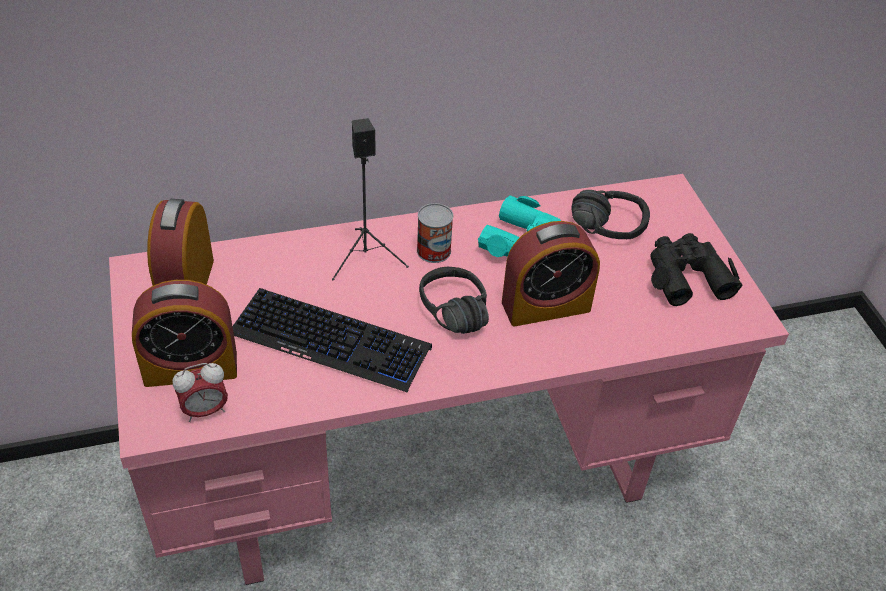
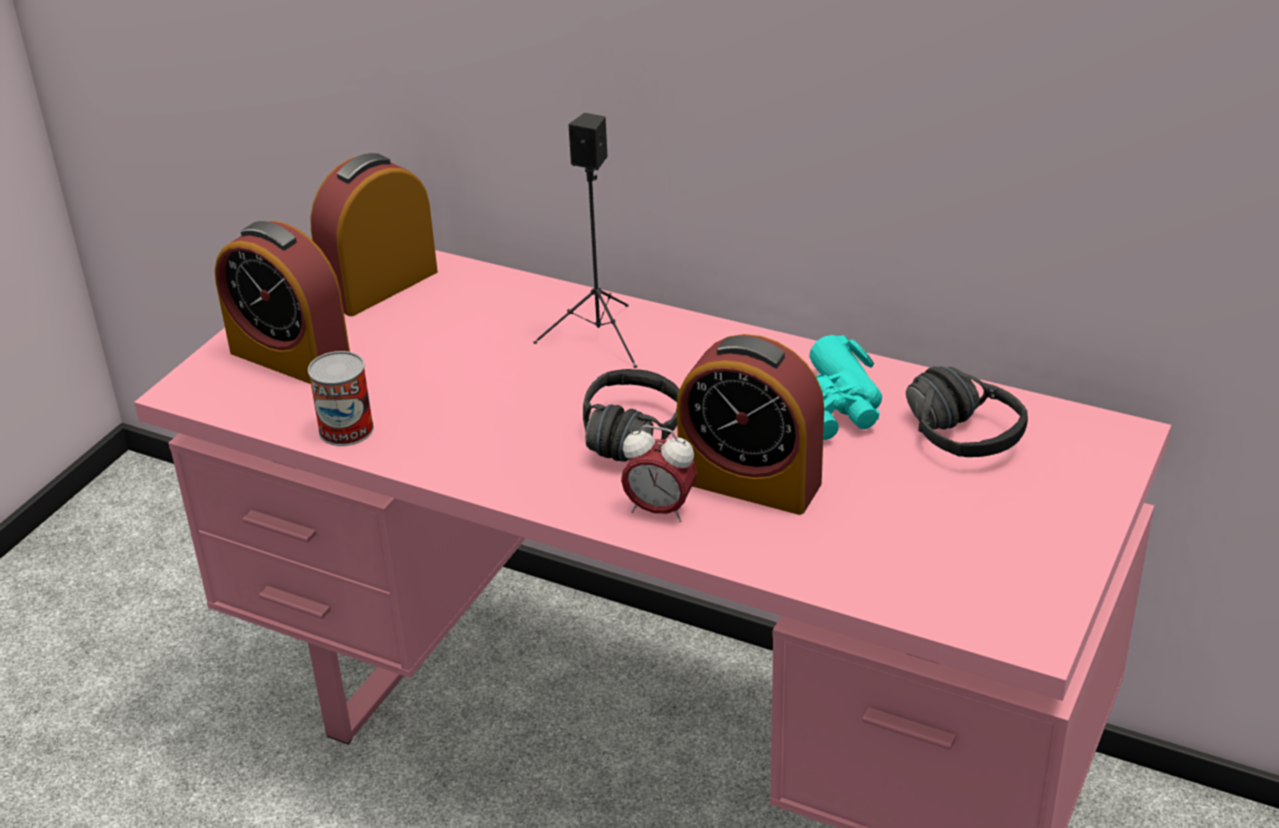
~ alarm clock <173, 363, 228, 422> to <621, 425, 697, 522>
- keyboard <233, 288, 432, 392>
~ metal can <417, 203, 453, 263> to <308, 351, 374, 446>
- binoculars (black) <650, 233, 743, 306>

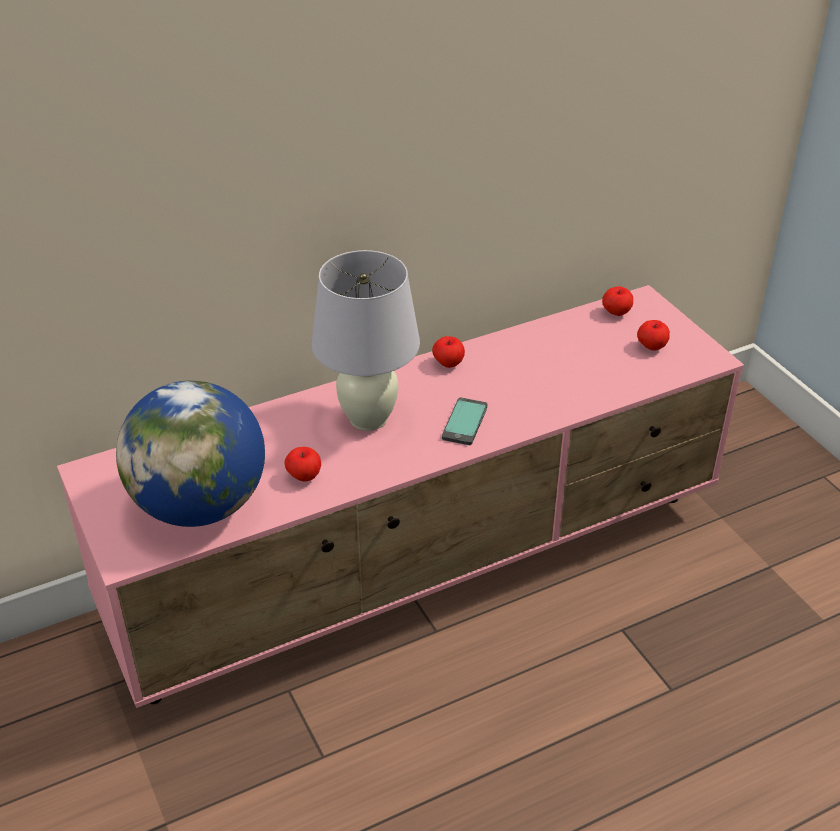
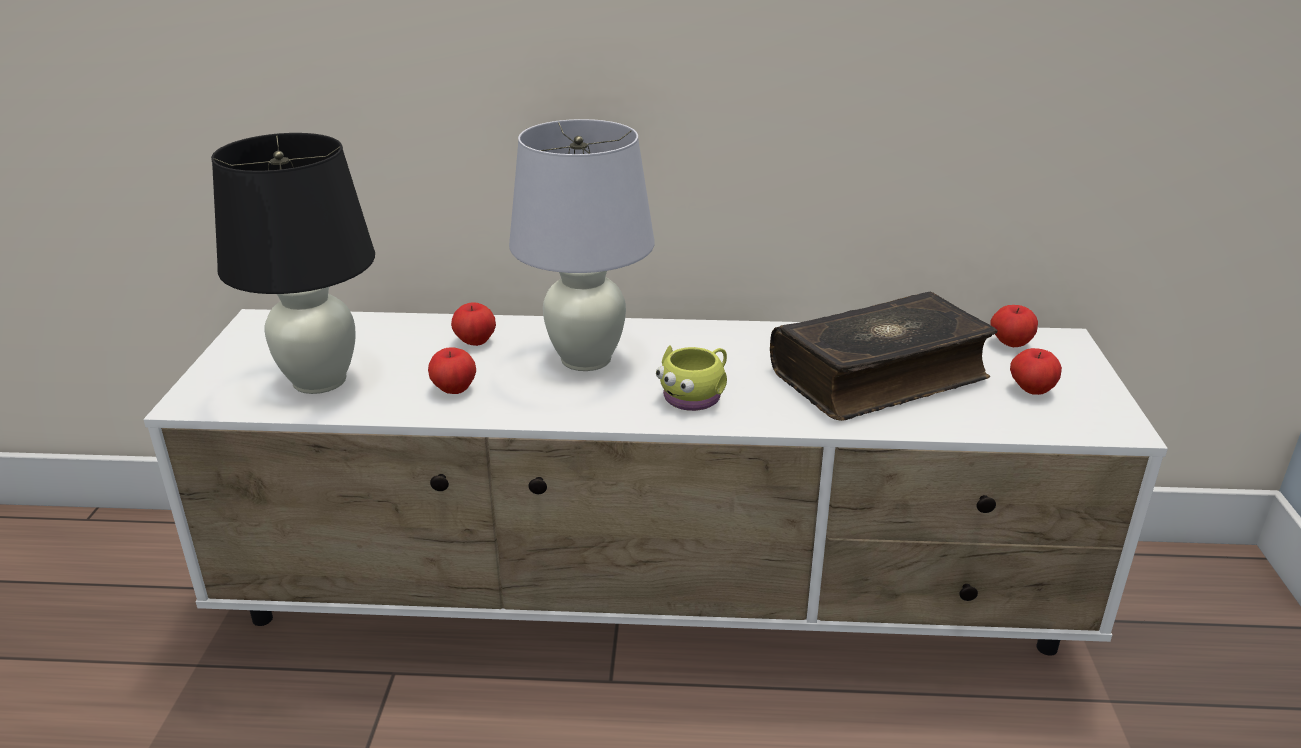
~ media console (pinkish) <57, 285, 744, 708> to media console (white) <143, 309, 1168, 656>
~ desk globe <116, 380, 265, 527> to lamp for a table (black) <211, 133, 375, 394>
~ whole apple <432, 336, 465, 368> to <451, 302, 496, 346>
~ phone <442, 397, 487, 445> to coffee mug (yellow-coloured) <656, 345, 727, 411>
+ bound book <770, 292, 997, 421>

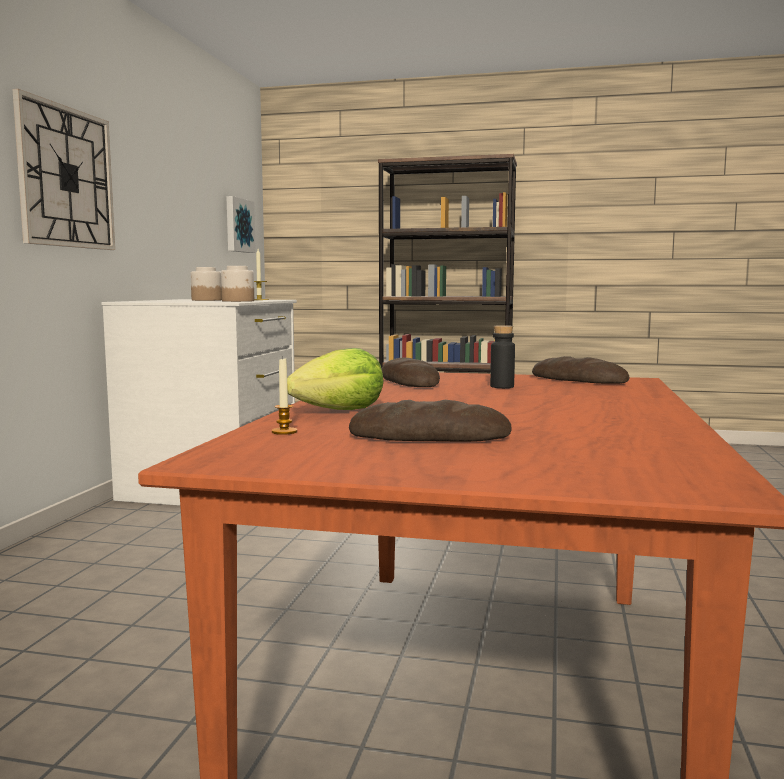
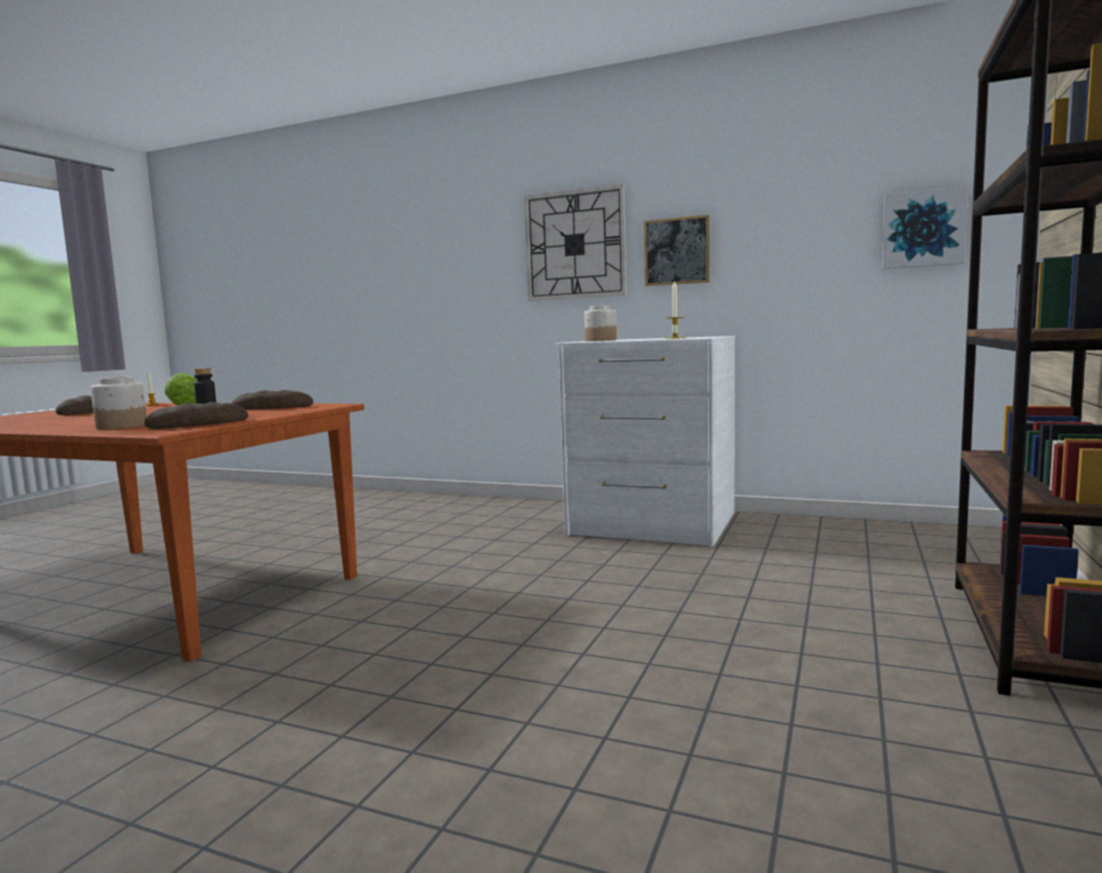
~ preserve jar <191, 267, 222, 301> to <90, 377, 147, 430>
+ picture <644, 215, 710, 286>

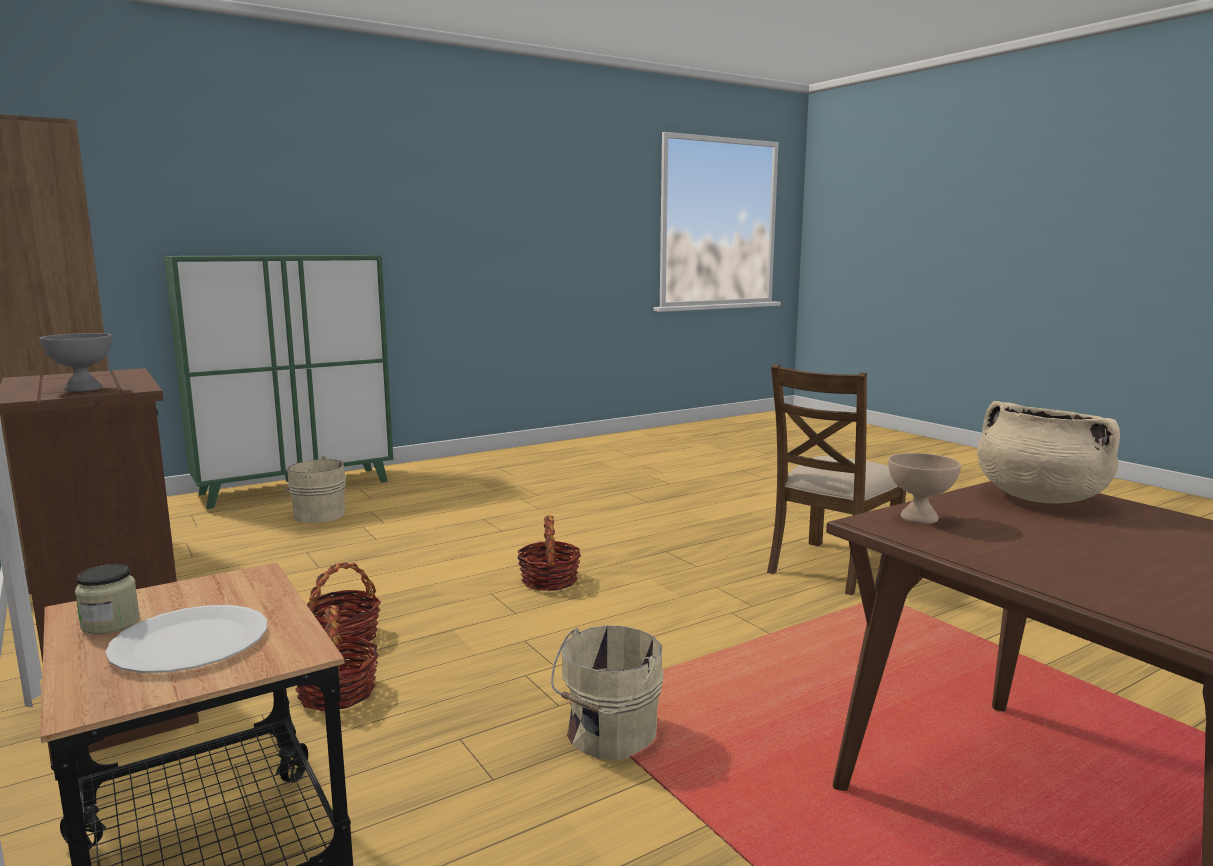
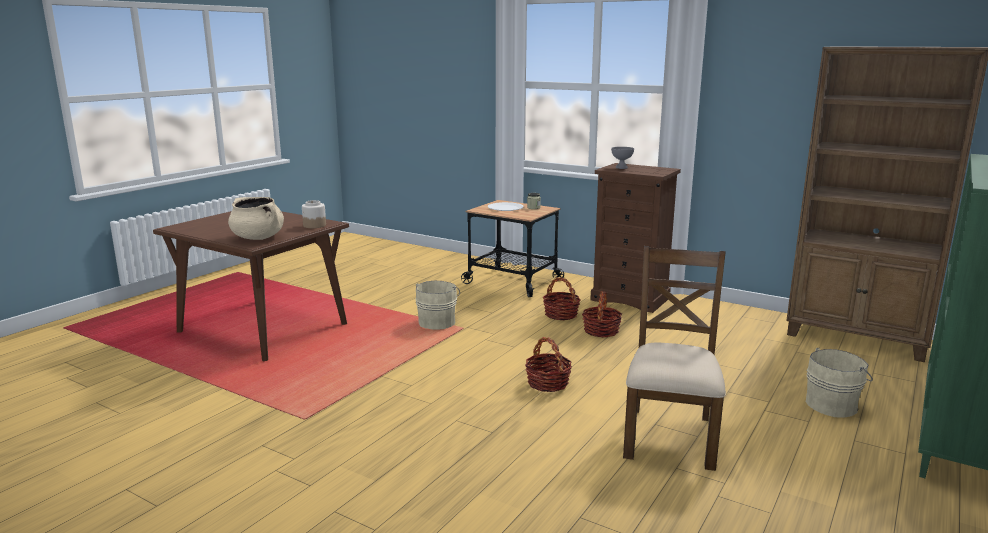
~ upright chair (brown) <767, 364, 906, 595> to <623, 246, 726, 471>
~ serving bowl (sand-coloured) <888, 453, 961, 524> to preserve jar <302, 200, 326, 228>

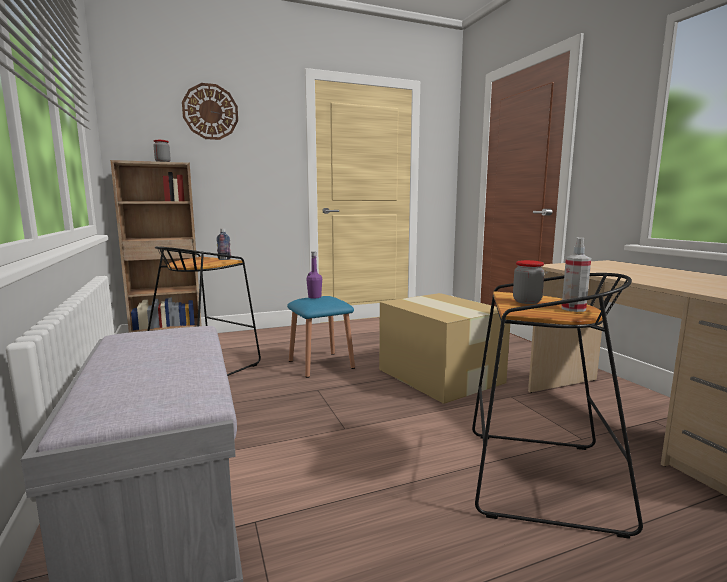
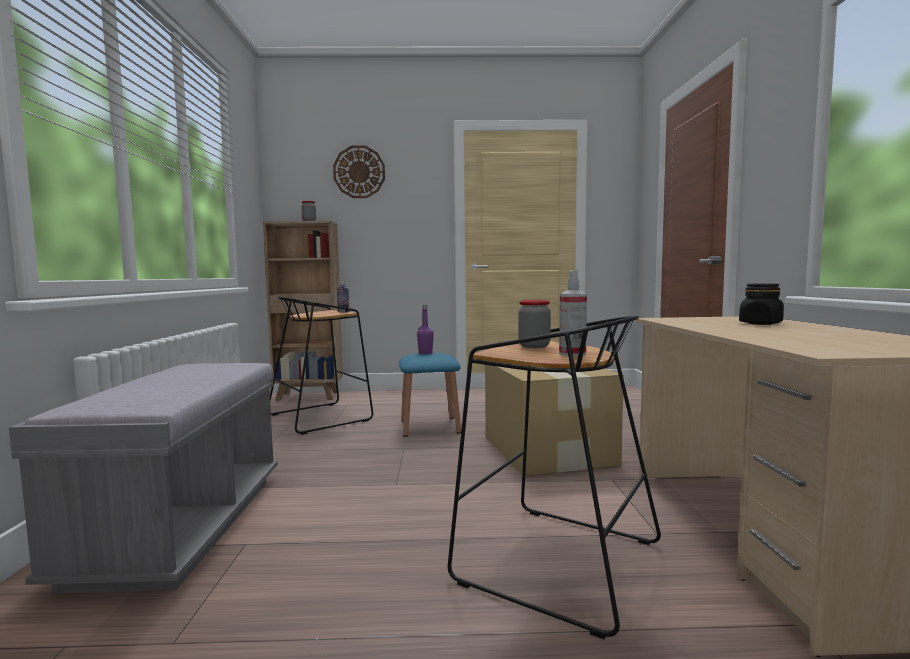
+ preserve jar (black) <739, 283, 784, 325>

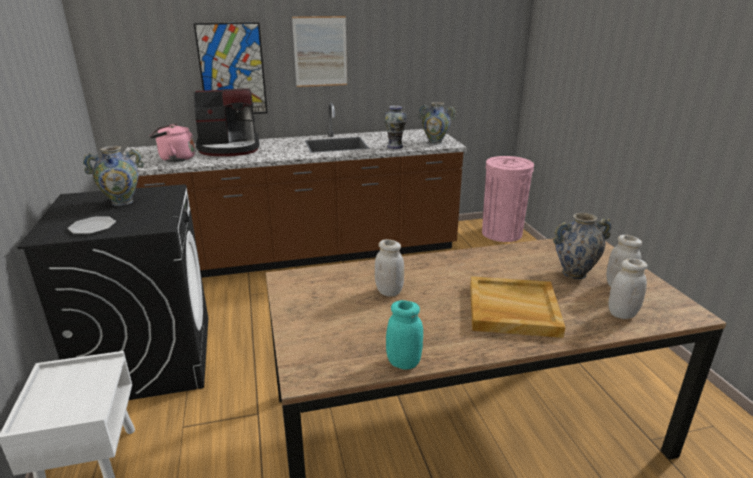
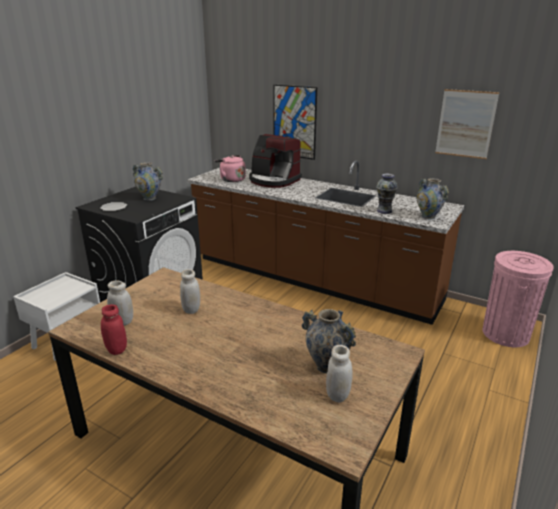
~ picture <292, 16, 347, 87> to <435, 89, 499, 159>
~ preserve jar (blue-green) <386, 300, 423, 369> to preserve jar (red-coloured) <101, 304, 127, 355>
- tray (sand-coloured) <470, 276, 566, 338>
~ preserve jar (white) <608, 259, 648, 319> to <107, 280, 133, 325>

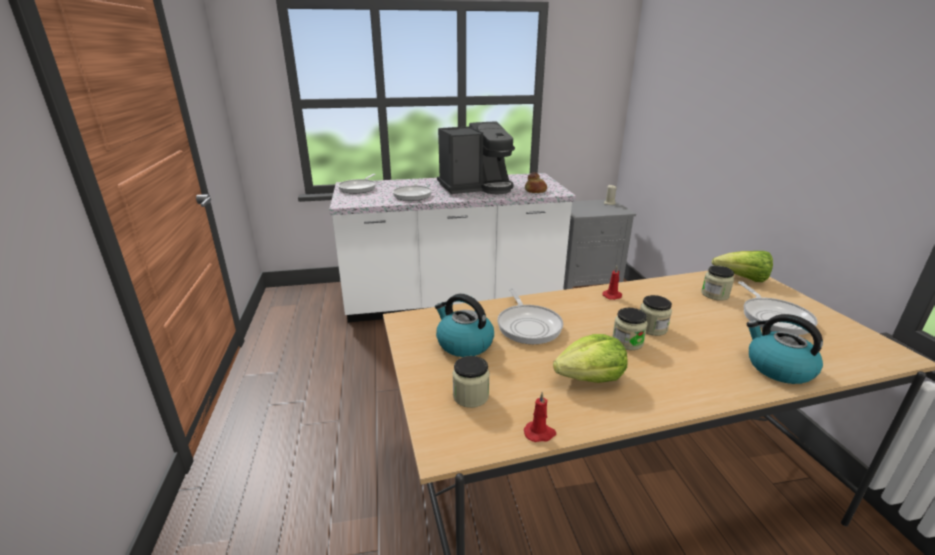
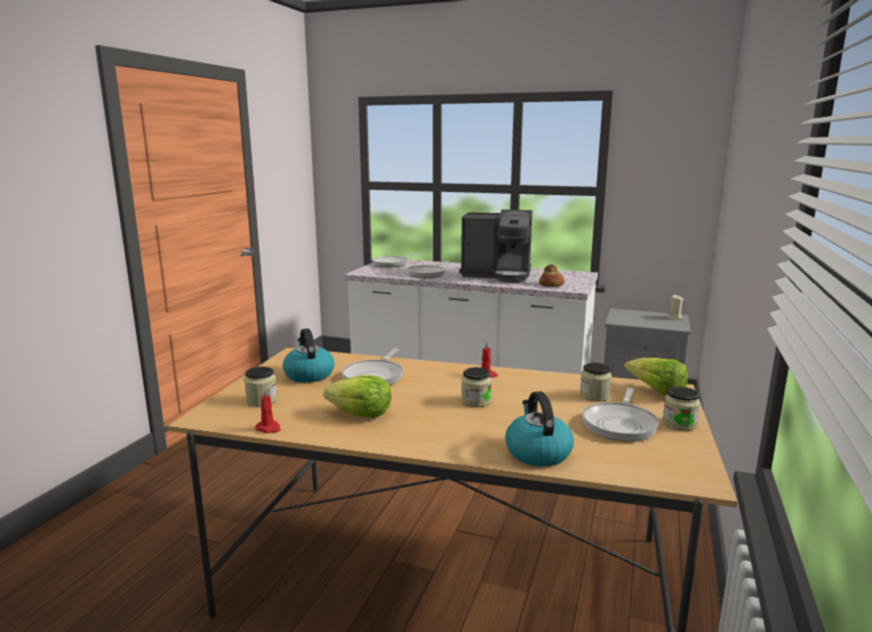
~ preserve jar <612, 308, 648, 350> to <663, 387, 700, 431>

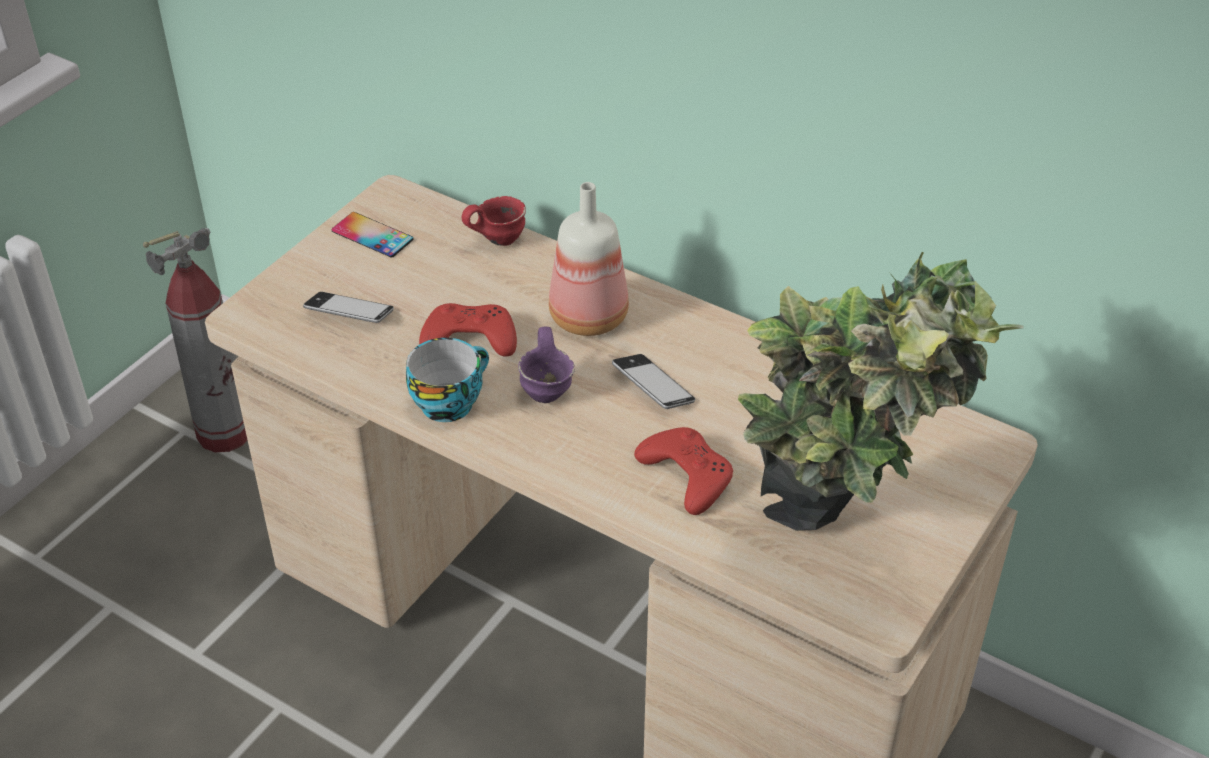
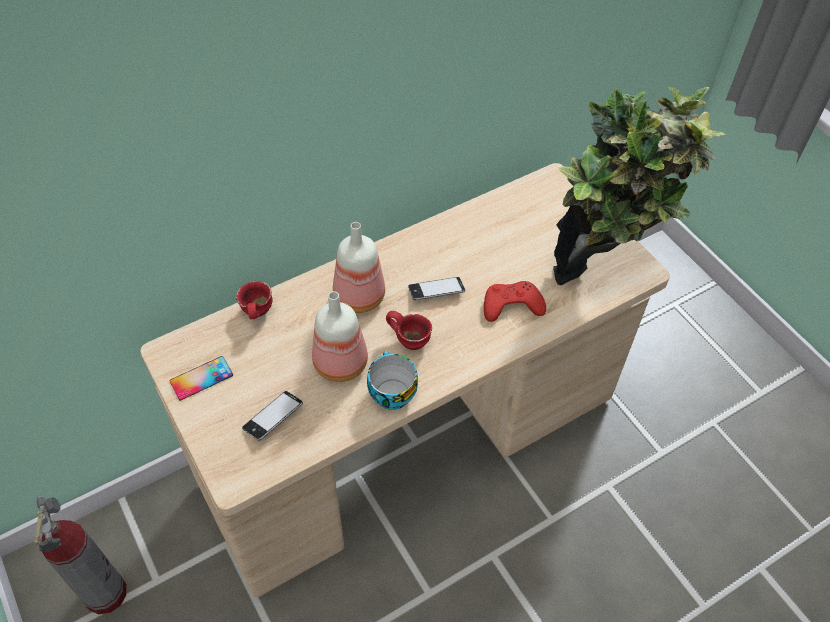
~ gamepad (red-coloured) <419, 303, 517, 356> to bottle <312, 291, 368, 382>
~ coffee mug (purple-coloured) <518, 327, 575, 403> to coffee mug (red-coloured) <386, 311, 432, 350>

